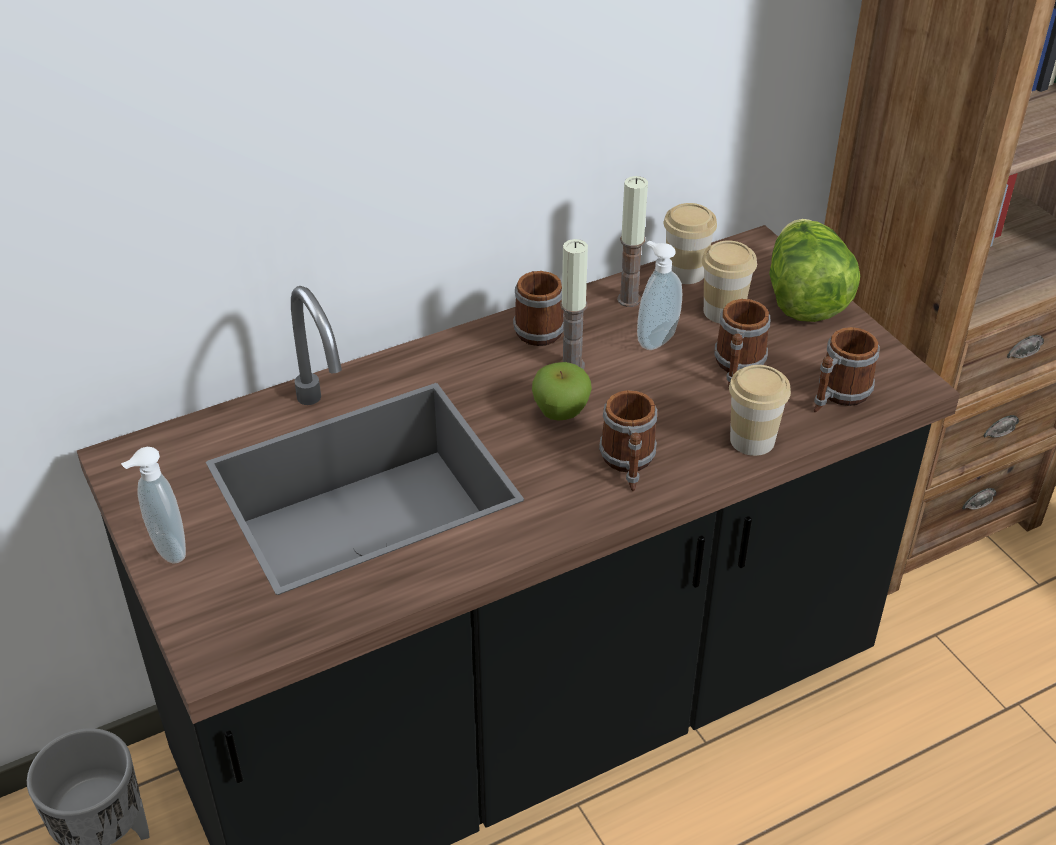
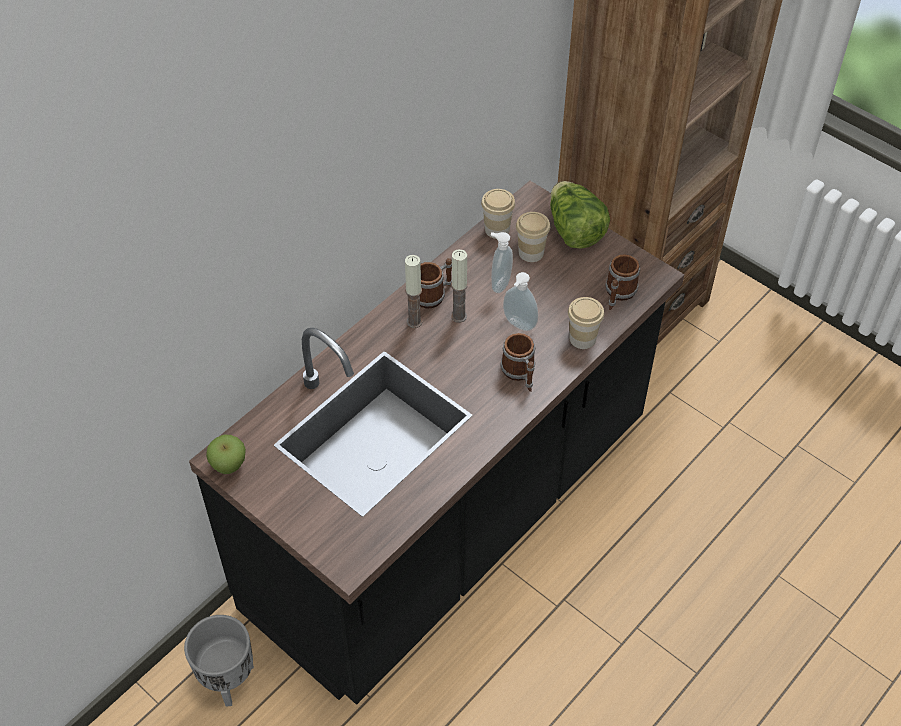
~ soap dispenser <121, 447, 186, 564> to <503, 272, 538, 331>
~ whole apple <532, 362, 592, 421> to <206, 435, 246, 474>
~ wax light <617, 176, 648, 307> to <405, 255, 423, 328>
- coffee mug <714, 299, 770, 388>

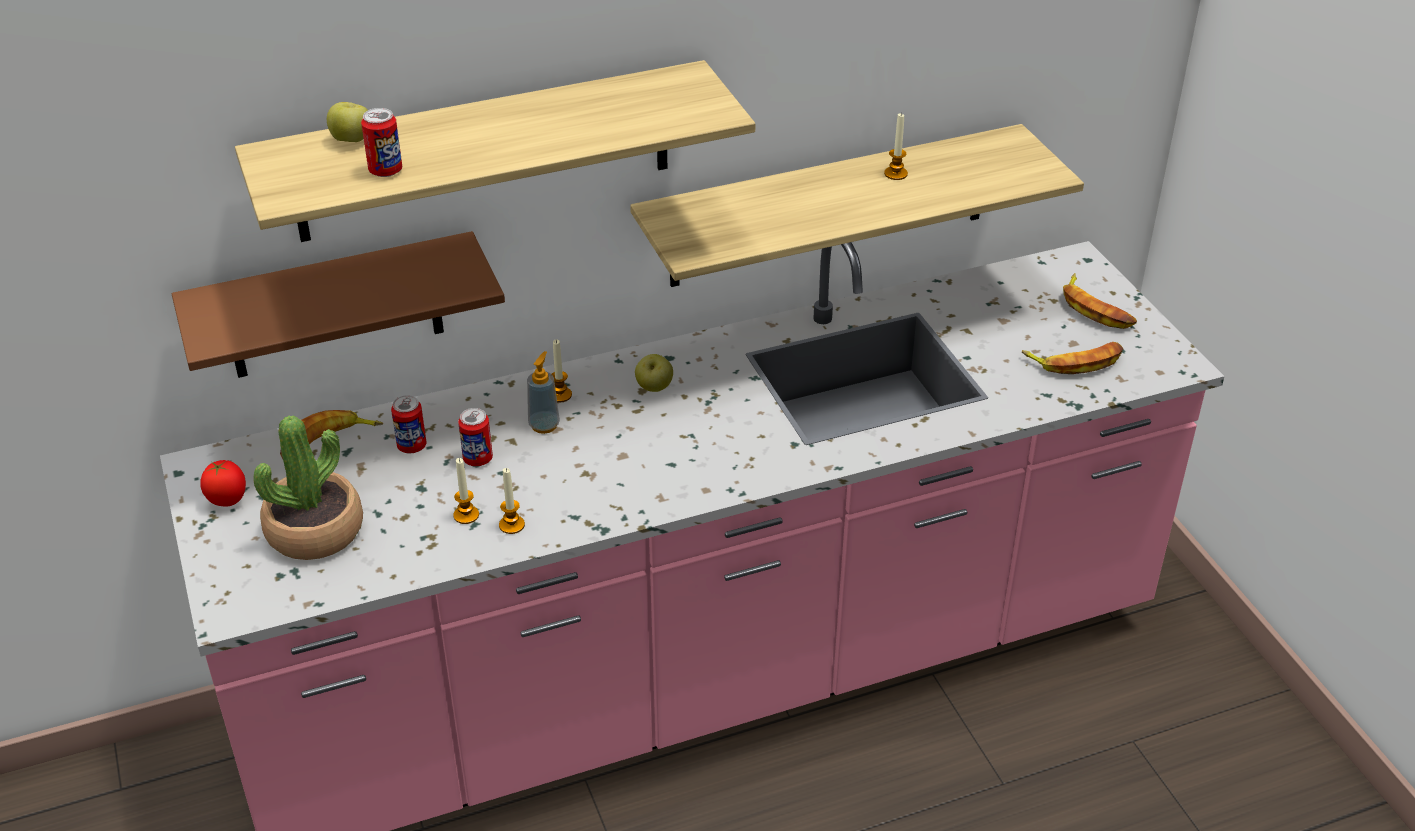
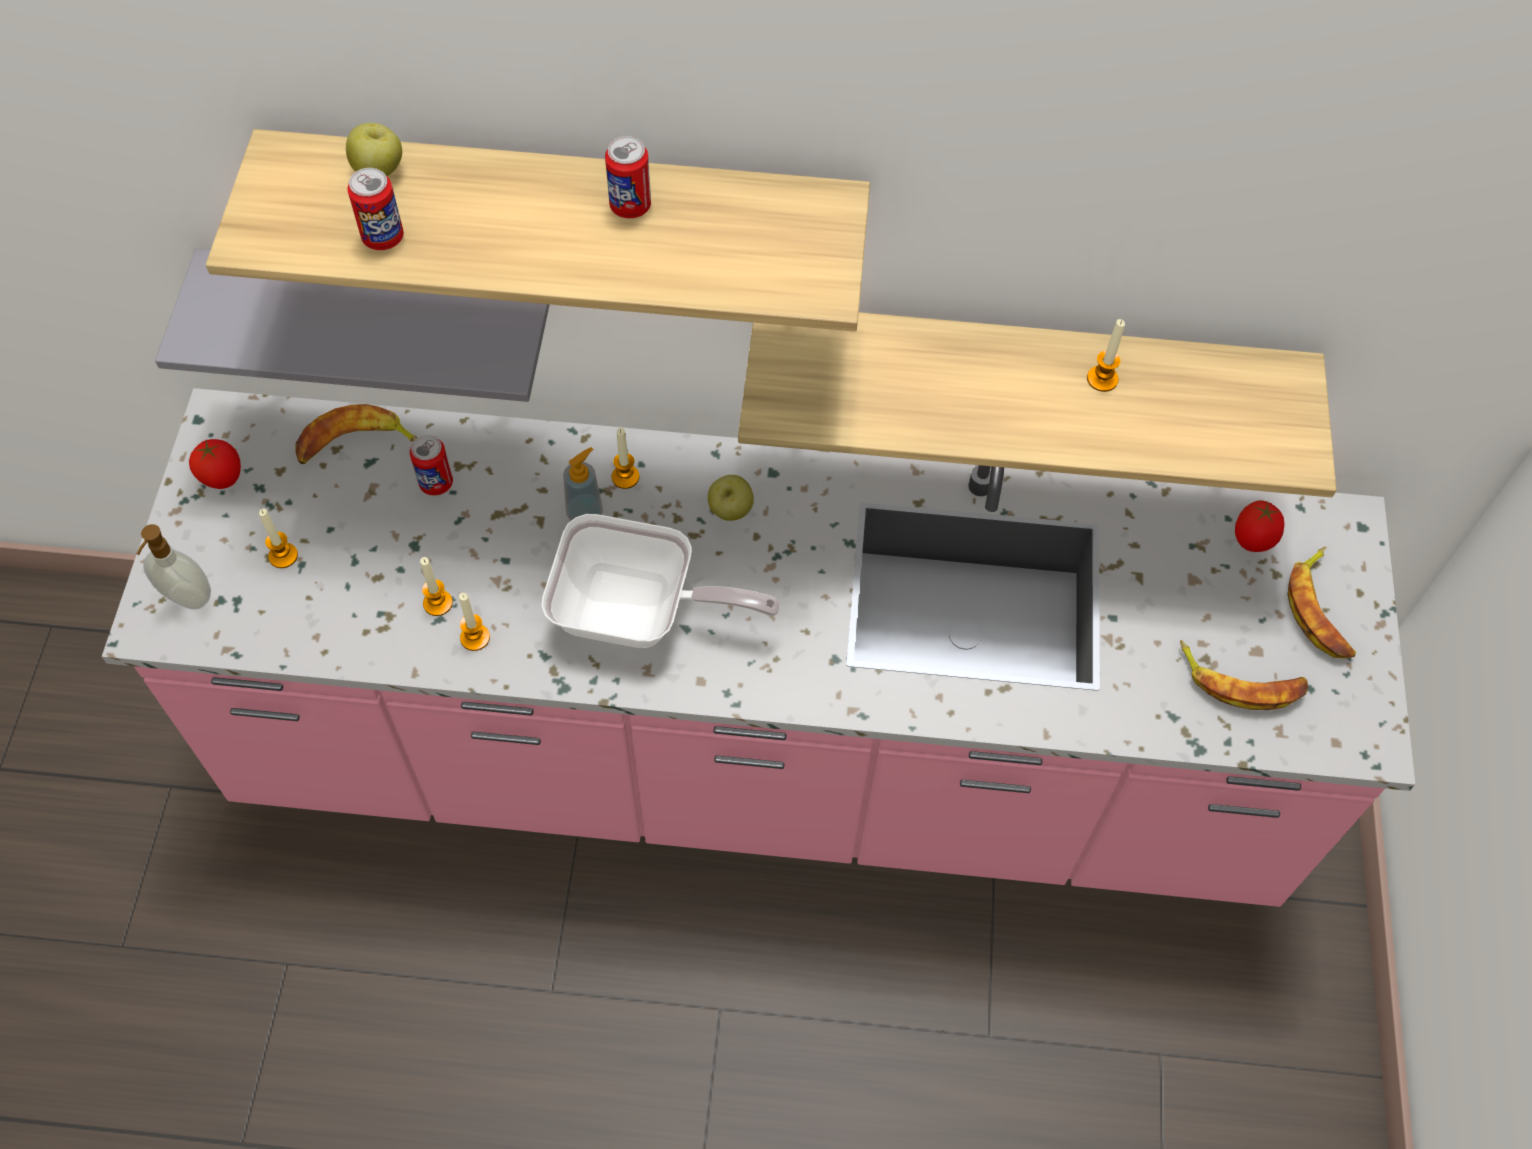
~ wall shelf (brown) <172, 231, 505, 378> to wall shelf (greyish) <155, 249, 550, 402>
~ potted plant <254, 416, 363, 560> to wax light <259, 508, 298, 568>
~ metal can <458, 408, 493, 466> to <605, 136, 651, 218>
+ soap dispenser <136, 524, 211, 610>
+ skillet <541, 514, 780, 648>
+ fresh tomato <1235, 500, 1284, 552>

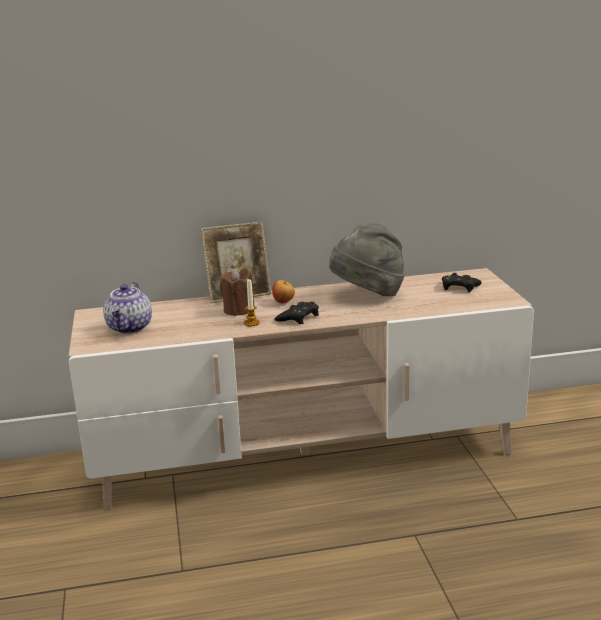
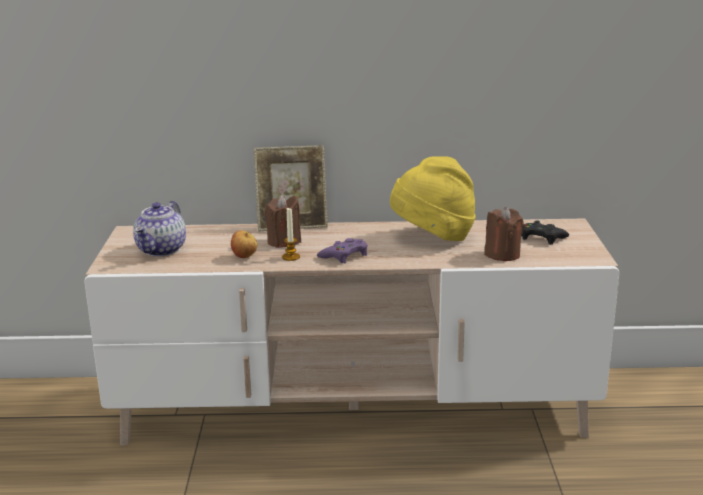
~ whole apple <272, 280, 295, 303> to <231, 230, 257, 258>
~ gamepad (black) <274, 302, 319, 324> to gamepad (purple-coloured) <317, 238, 368, 263>
~ hat (greyish) <329, 223, 405, 296> to hat (yellow-coloured) <390, 156, 476, 241>
+ wax light (brown) <484, 207, 524, 261>

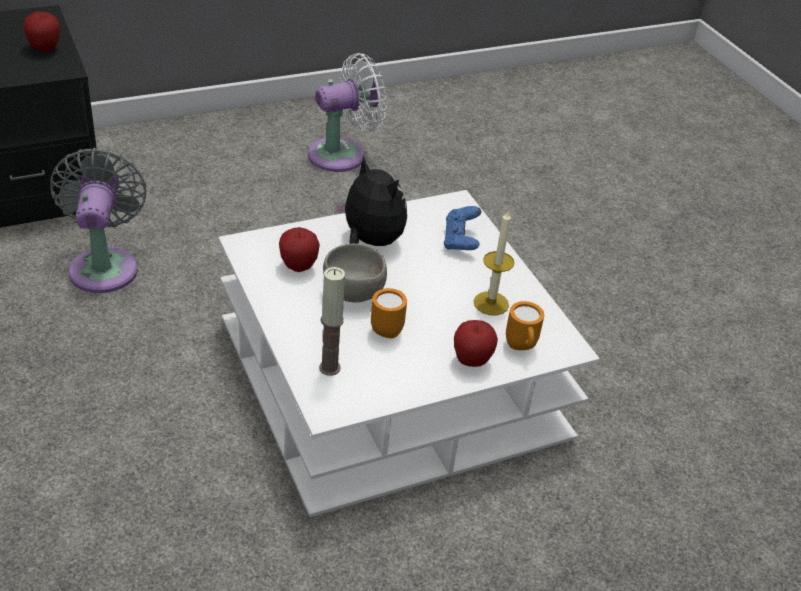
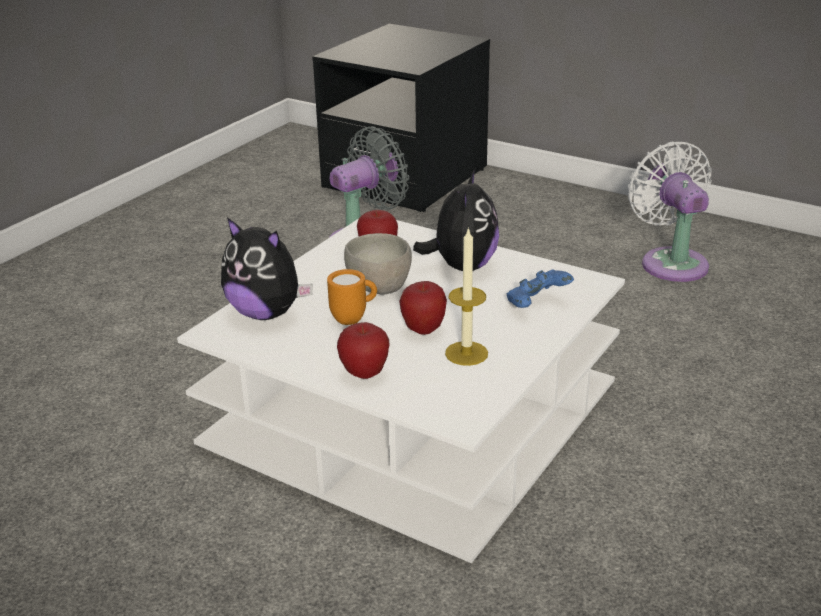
~ whole apple <23, 11, 61, 52> to <399, 281, 447, 335>
~ cooling fan (white) <308, 53, 387, 172> = <628, 141, 712, 282> 135 degrees counterclockwise
~ wax light <319, 267, 345, 376> to soft toy <221, 217, 313, 320>
- coffee mug (orange-coloured) <506, 301, 544, 350>

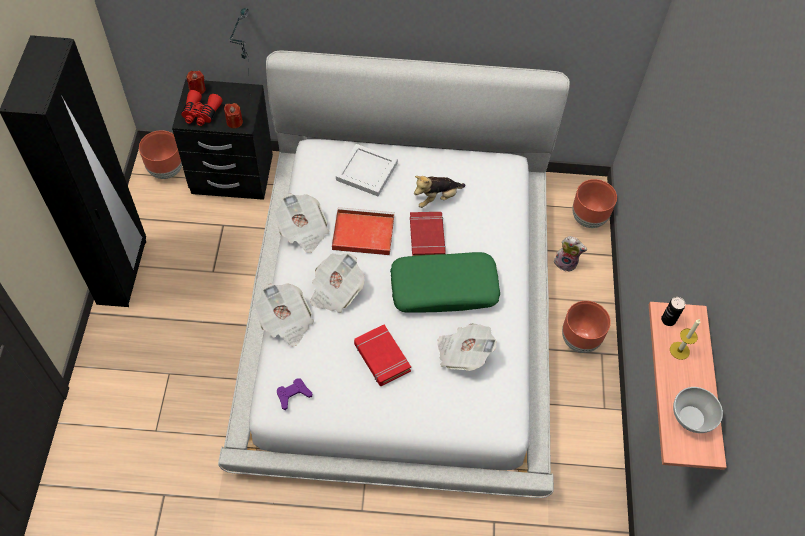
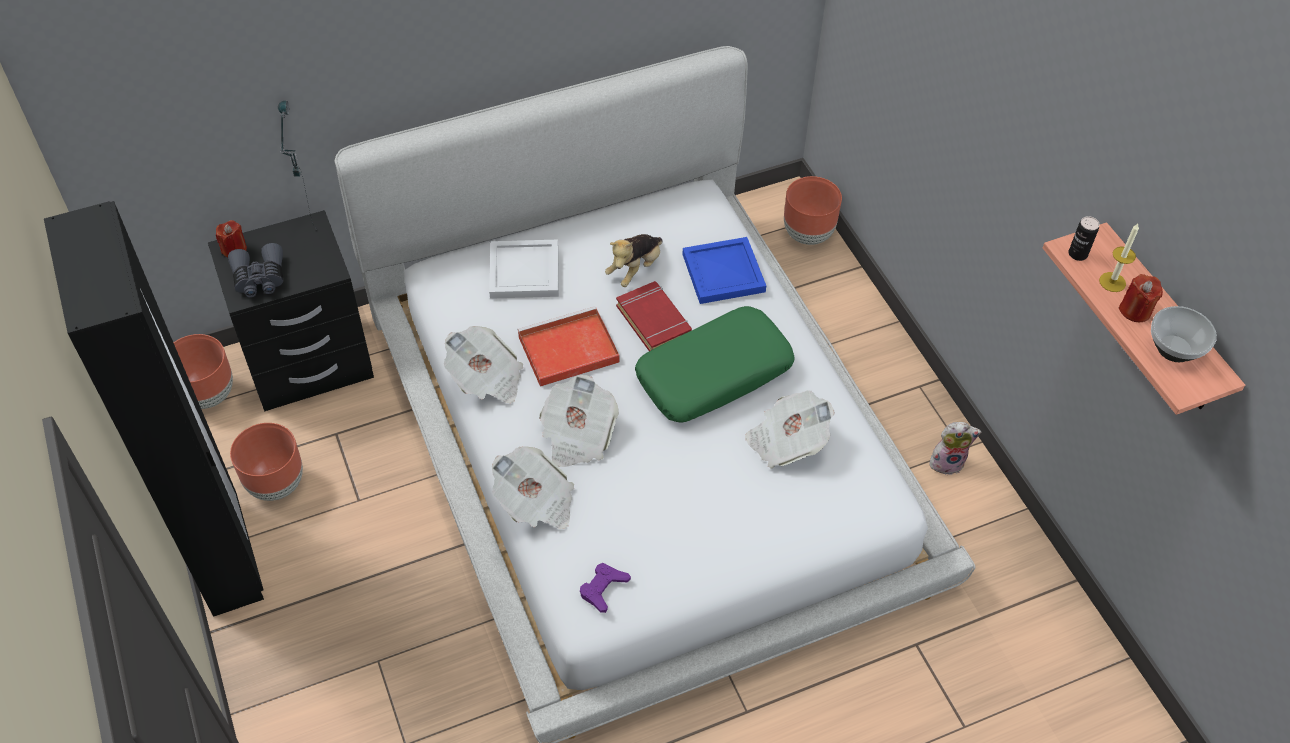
~ binoculars (red-coloured) <181, 90, 222, 126> to binoculars (greyish) <228, 243, 283, 298>
~ wax light (red-coloured) <224, 103, 243, 128> to <1119, 274, 1163, 322>
- bound book (red-coloured) <354, 325, 411, 386>
~ soft toy <554, 236, 587, 272> to <930, 422, 981, 475>
~ planter (brown) <562, 301, 611, 353> to <230, 423, 303, 501>
+ tray (blue) <682, 237, 766, 304>

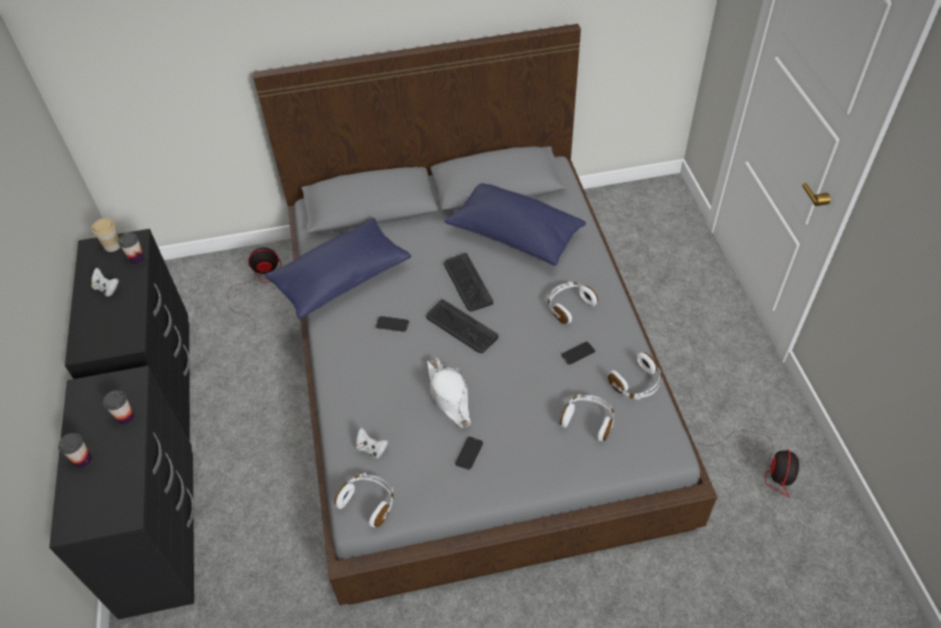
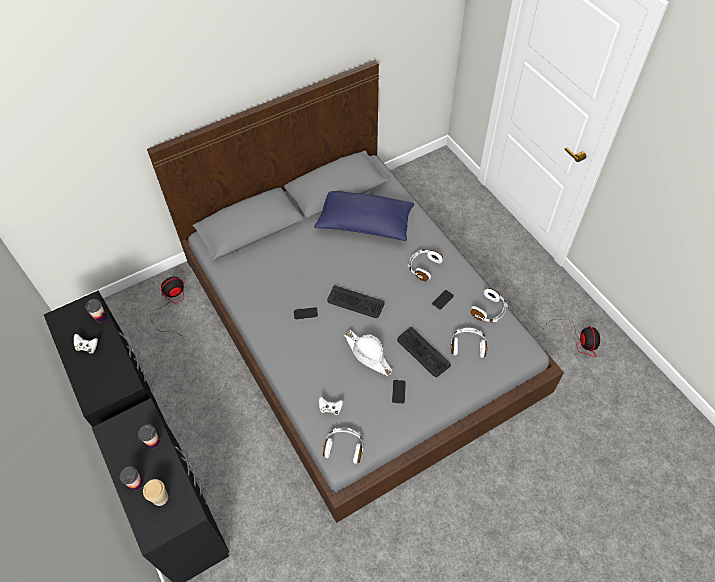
~ cup <92, 218, 120, 252> to <143, 479, 168, 506>
- throw pillow (blue) <265, 218, 411, 319>
~ keyboard <444, 253, 493, 312> to <397, 327, 451, 377>

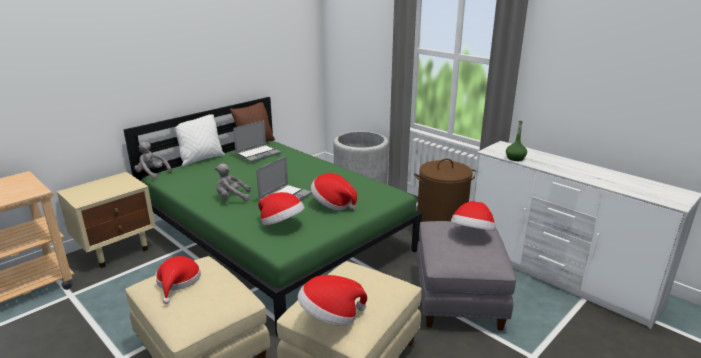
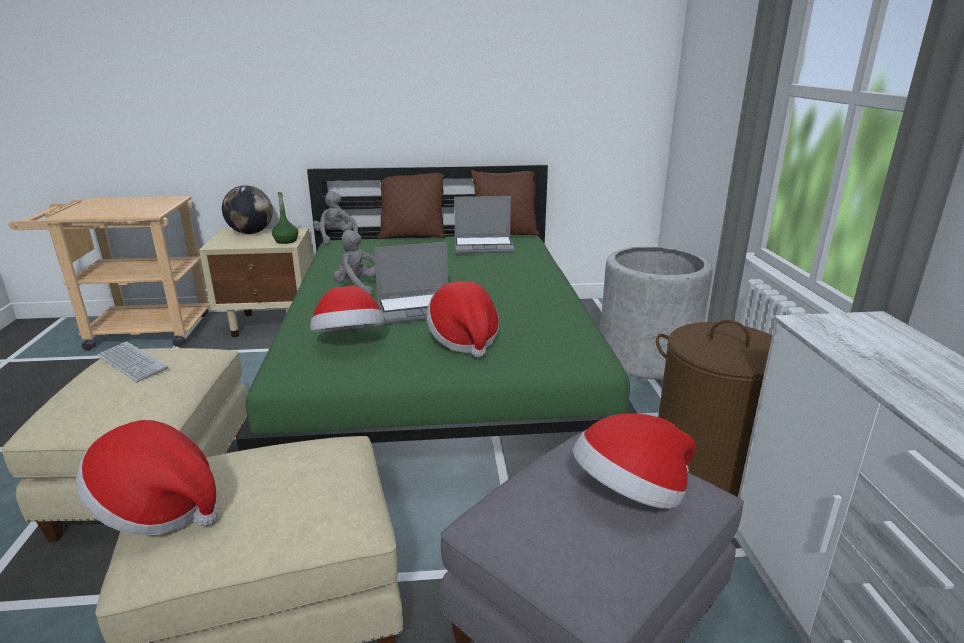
~ hat (red-coloured) <156, 256, 201, 304> to keyboard <97, 342, 168, 382>
~ throw pillow (white) <173, 114, 225, 167> to throw pillow (brown) <378, 173, 446, 239>
~ bottle (greenish) <506, 121, 527, 161> to <272, 192, 299, 244>
+ desk globe <222, 185, 273, 234>

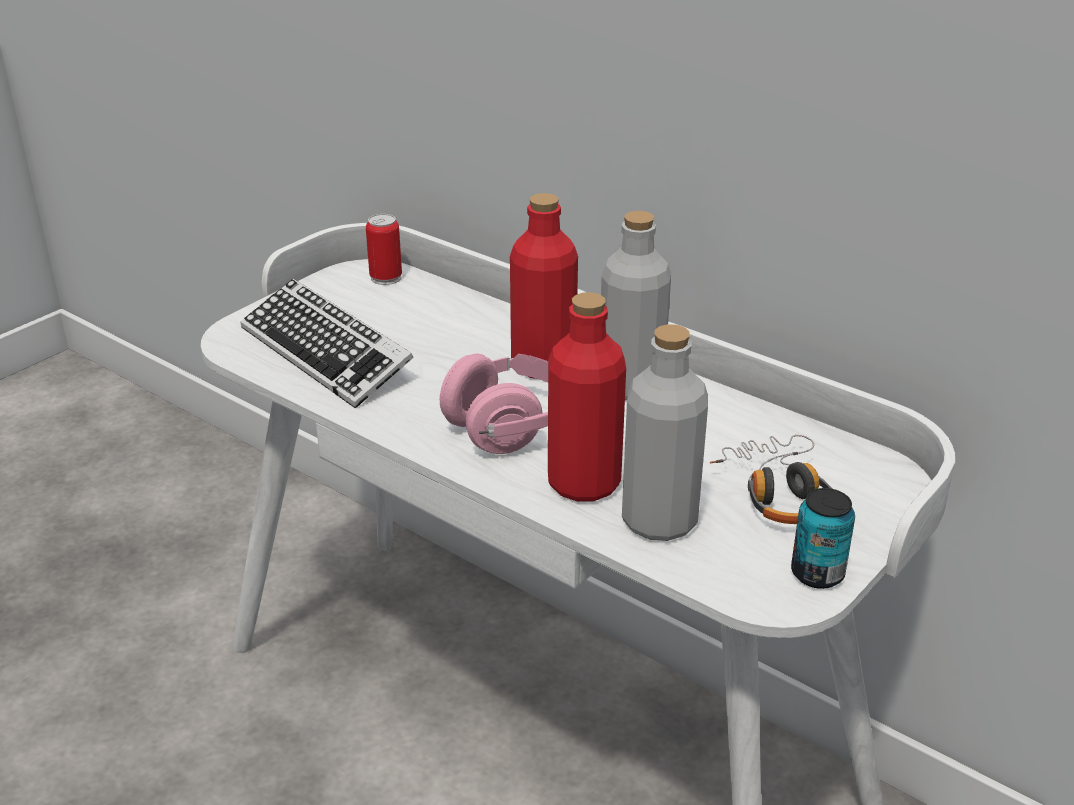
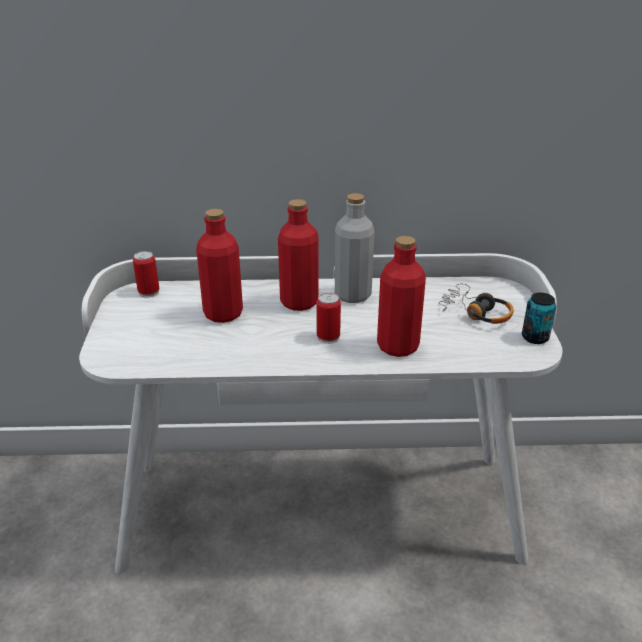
- keyboard <240, 279, 414, 409>
~ headphones (pinkish) <440, 354, 548, 454> to metal can <316, 293, 341, 344>
- bottle (greyish) <622, 324, 708, 541>
+ bottle (red-coloured) <196, 209, 243, 323>

